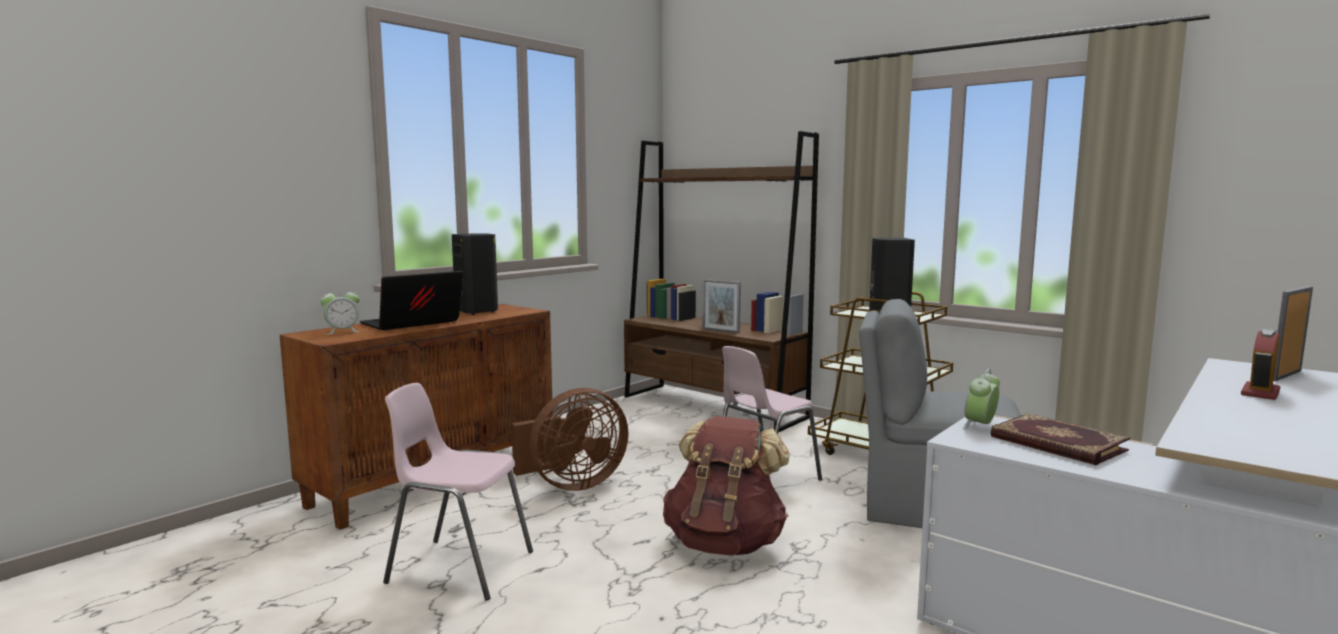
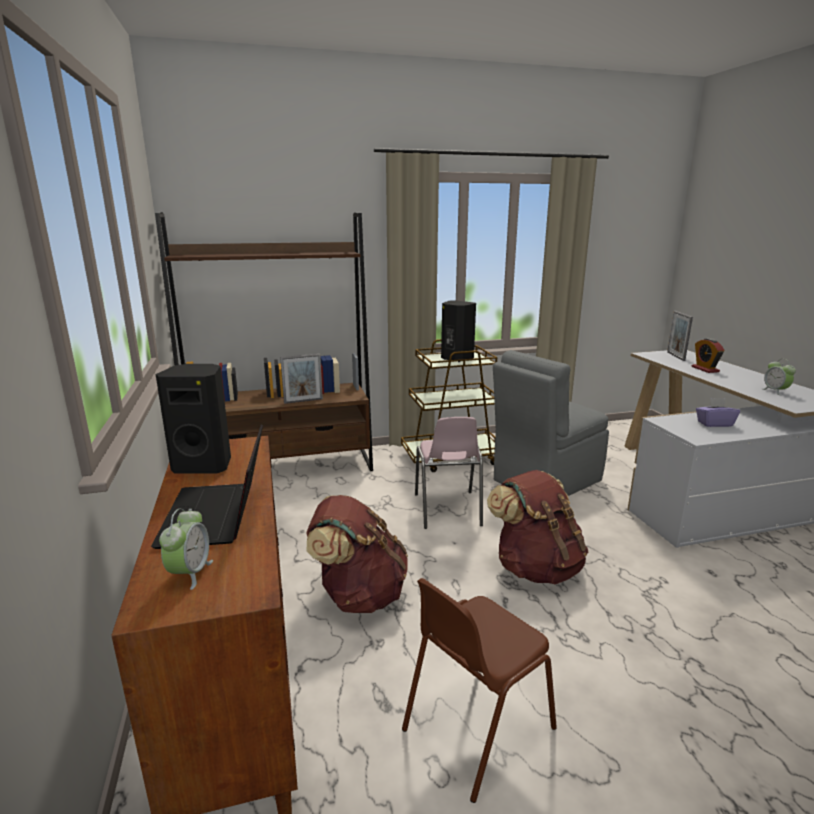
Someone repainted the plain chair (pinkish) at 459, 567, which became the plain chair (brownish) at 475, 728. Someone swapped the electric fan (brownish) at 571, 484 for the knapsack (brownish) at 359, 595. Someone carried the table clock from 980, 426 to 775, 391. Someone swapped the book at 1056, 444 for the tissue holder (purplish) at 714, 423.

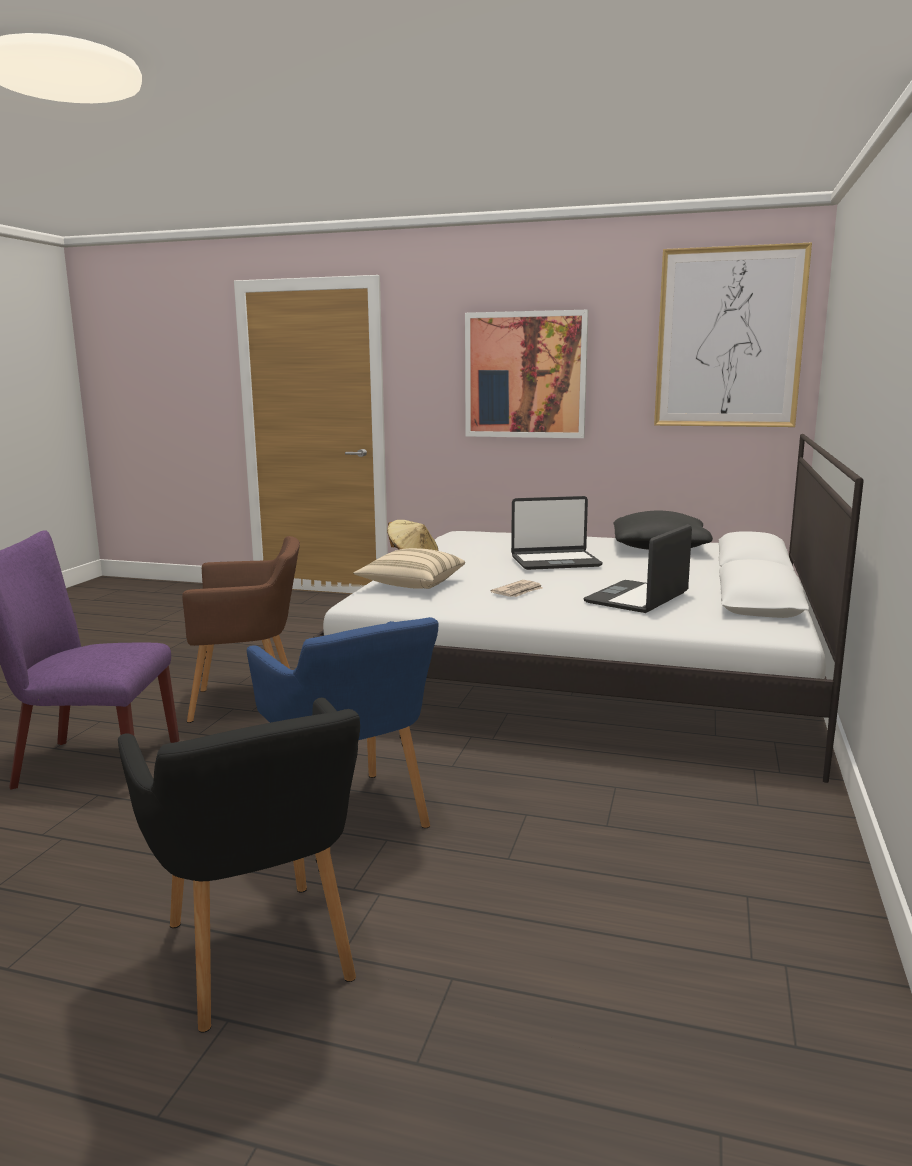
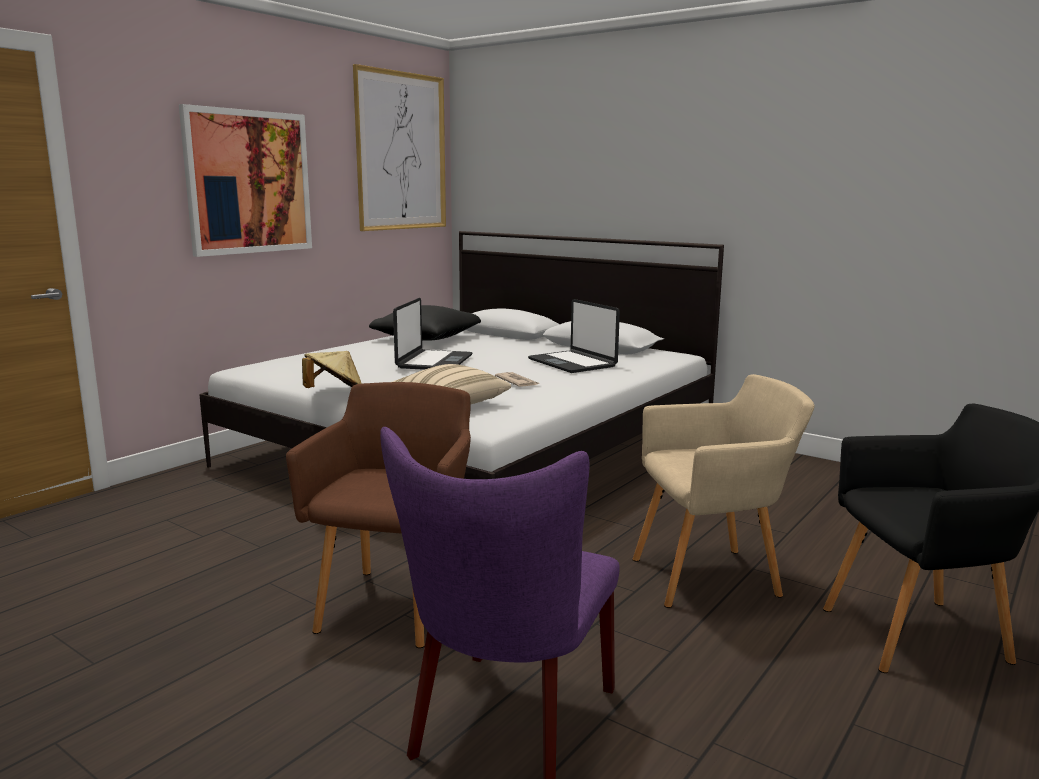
Someone repainted the armchair (bluish) at 353, 817, which became the armchair (sand-coloured) at 712, 576.

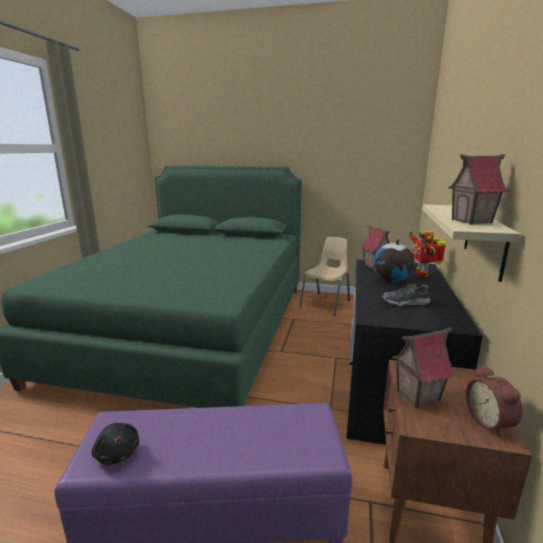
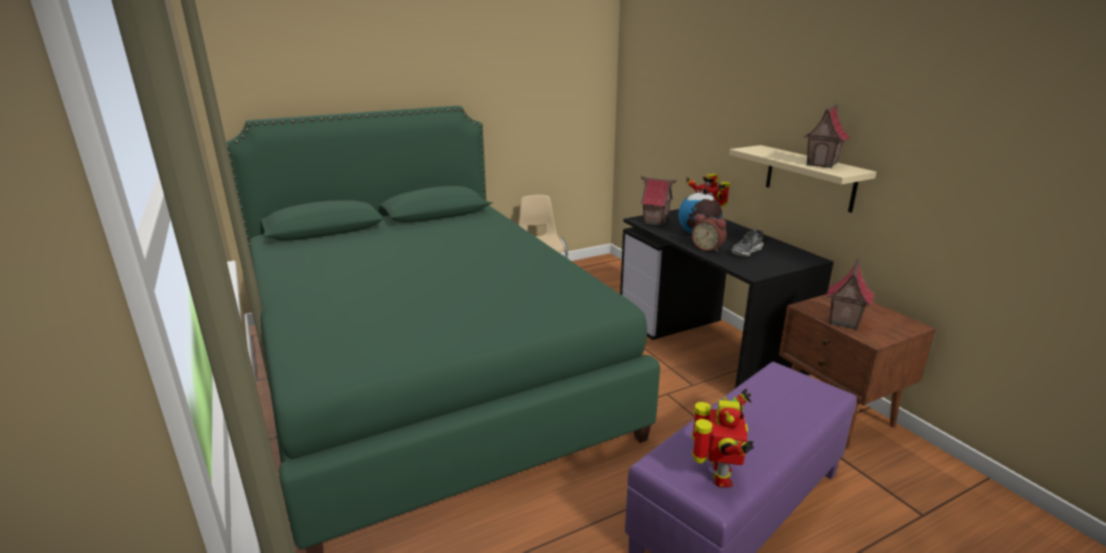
Someone swapped the plush toy (blackish) at 117, 453 for the model robot at 719, 476. Someone carried the table clock from 491, 421 to 708, 248.

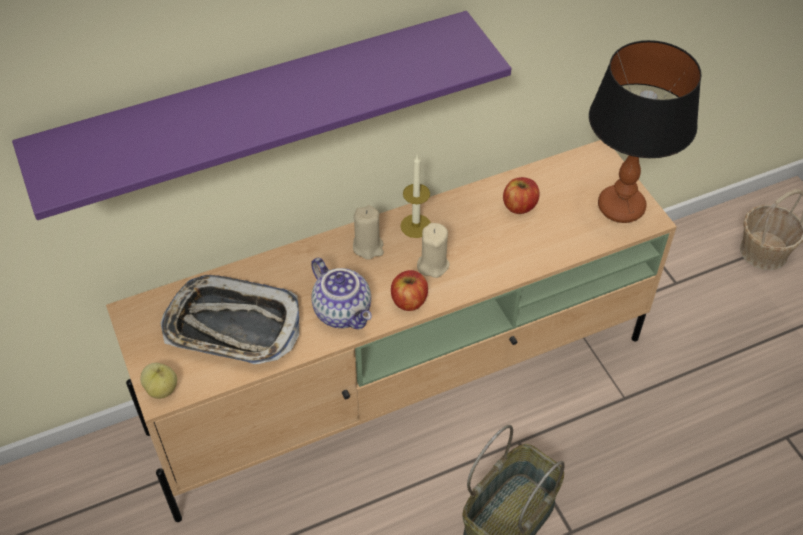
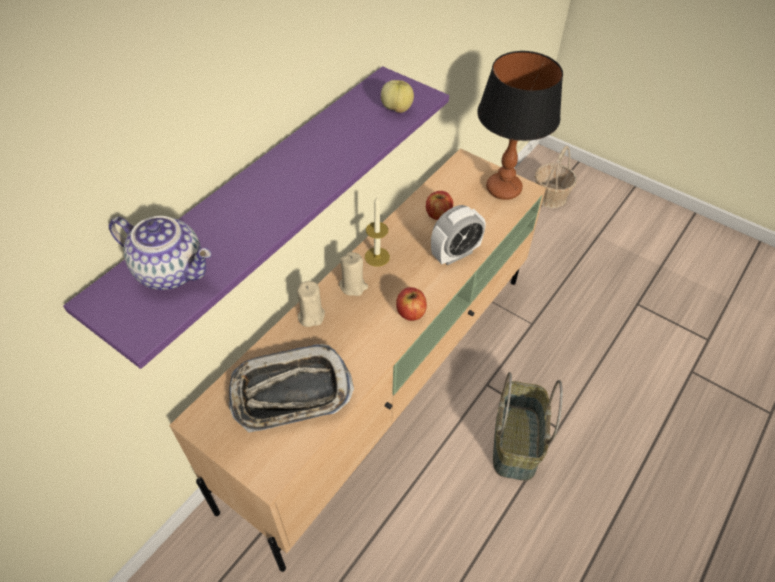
Someone carried the apple from 162, 389 to 397, 109. Someone carried the teapot from 344, 311 to 172, 270. Someone carried the wax candle (sand-coloured) from 433, 265 to 311, 316. Someone put down the table clock at 455, 254.

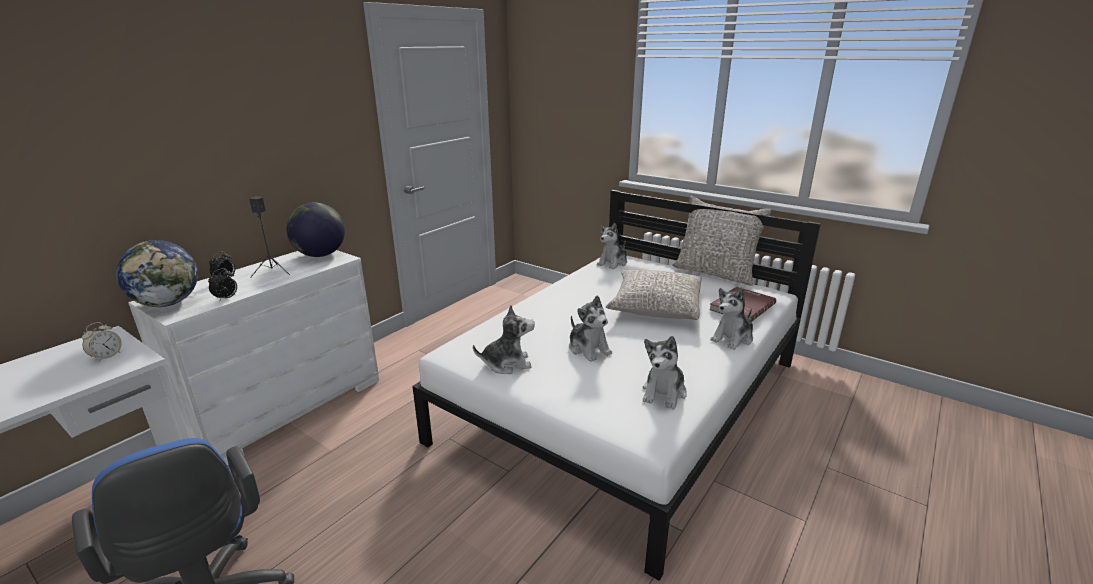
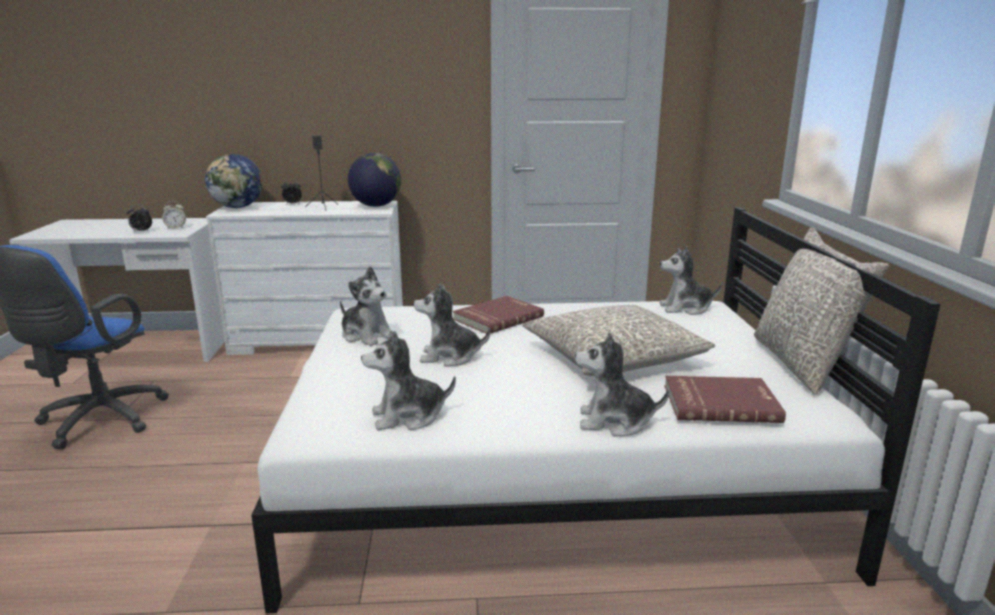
Someone carried the table clock from 226, 298 to 141, 232. Someone rotated the plush toy at 588, 349 by 75 degrees clockwise. Someone put down the book (reddish) at 497, 317.

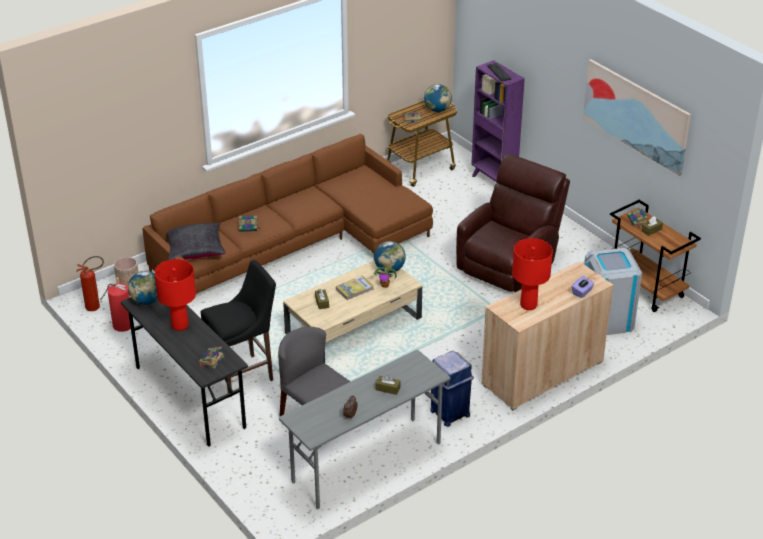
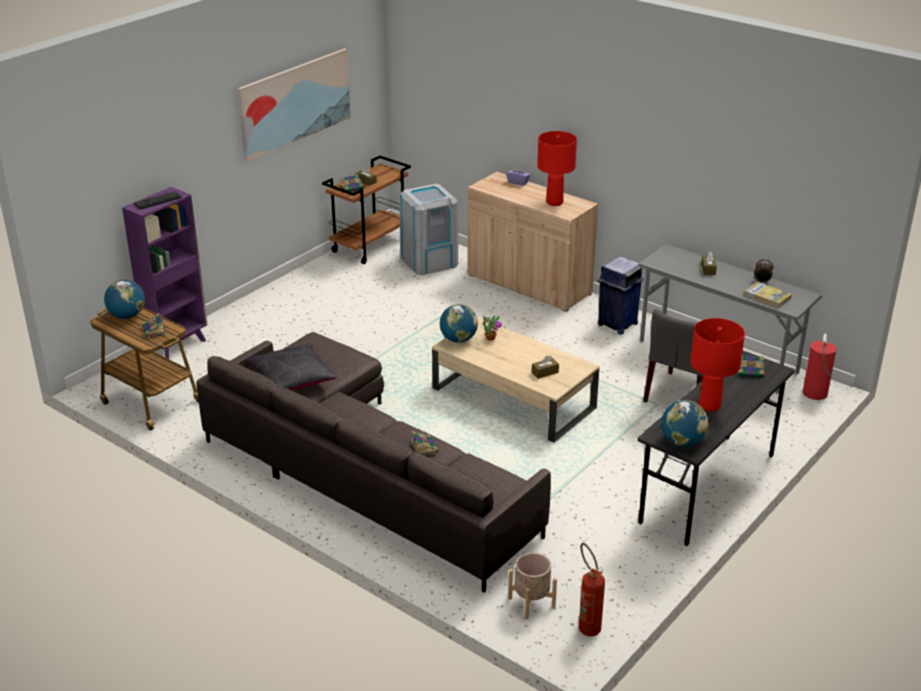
Someone carried the fire-fighting cylinder from 122, 324 to 815, 393. Someone repainted the couch (brownish) at 296, 243, which became the couch (grey) at 361, 471. Someone carried the throw pillow (blackish) from 195, 249 to 292, 379. Someone took away the stool seat (blackish) at 244, 374. Someone carried the book from 354, 289 to 767, 297. Someone took away the armchair (brownish) at 509, 265.

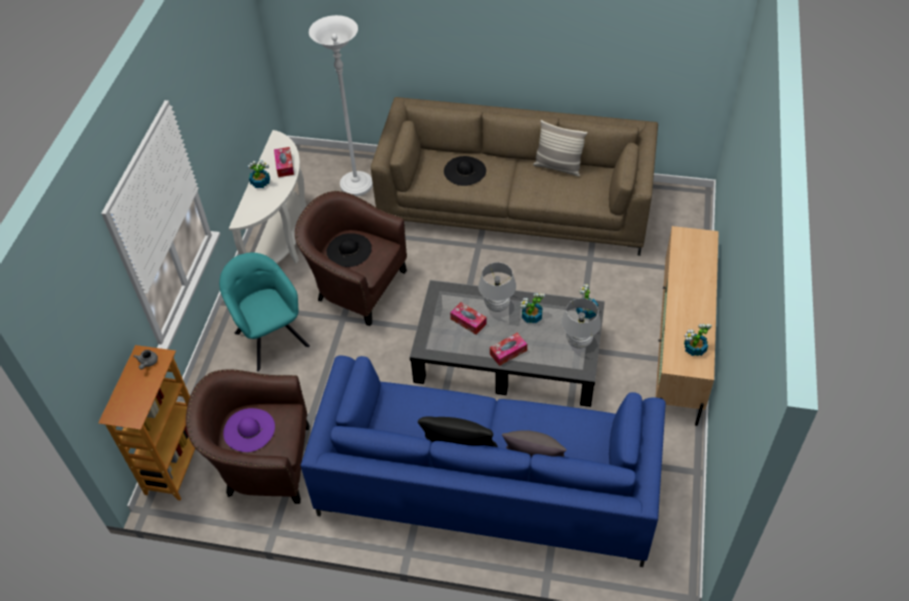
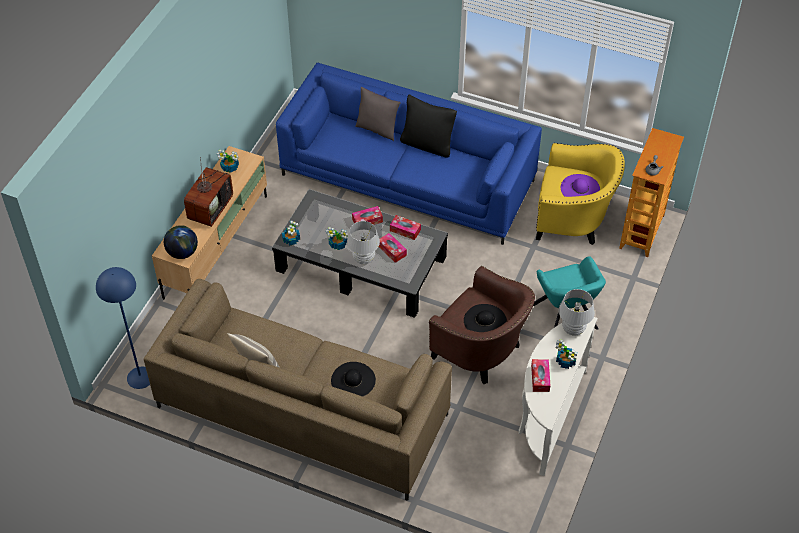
Someone repainted the armchair (brownish) at 262, 464, which became the armchair (yellow-coloured) at 573, 220. Someone took away the floor lamp (white-coloured) at 356, 185. Someone carried the tabletop lamp (white-coloured) from 578, 342 to 573, 329. Someone put down the floor lamp (bluish) at 140, 377. Someone put down the world globe at 182, 252. Someone put down the TV at 210, 207. Someone put down the tissue holder at 405, 230.

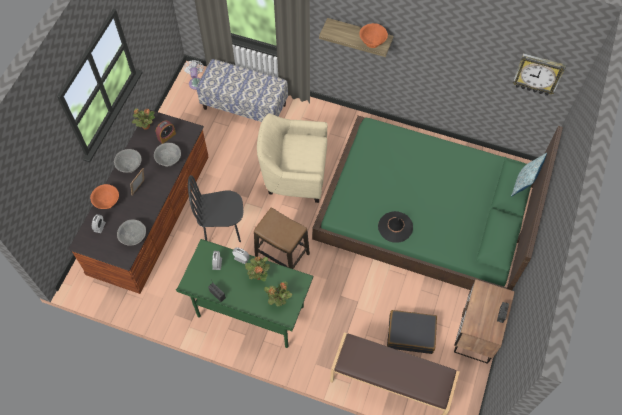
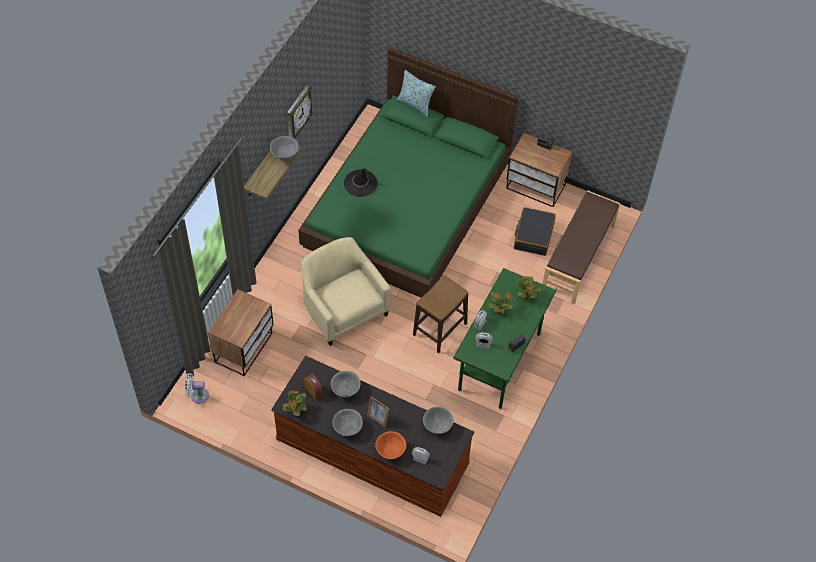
Someone took away the plain chair (blackish) at 222, 229. Someone swapped the bench at 245, 106 for the nightstand at 245, 347. Someone rotated the armchair (sand-coloured) at 294, 173 by 135 degrees clockwise. Someone repainted the bowl (orangey) at 372, 42, which became the bowl (grey) at 284, 155. Someone carried the hat (blackish) from 395, 227 to 360, 183. Someone carried the clock on the wall from 538, 74 to 297, 113.

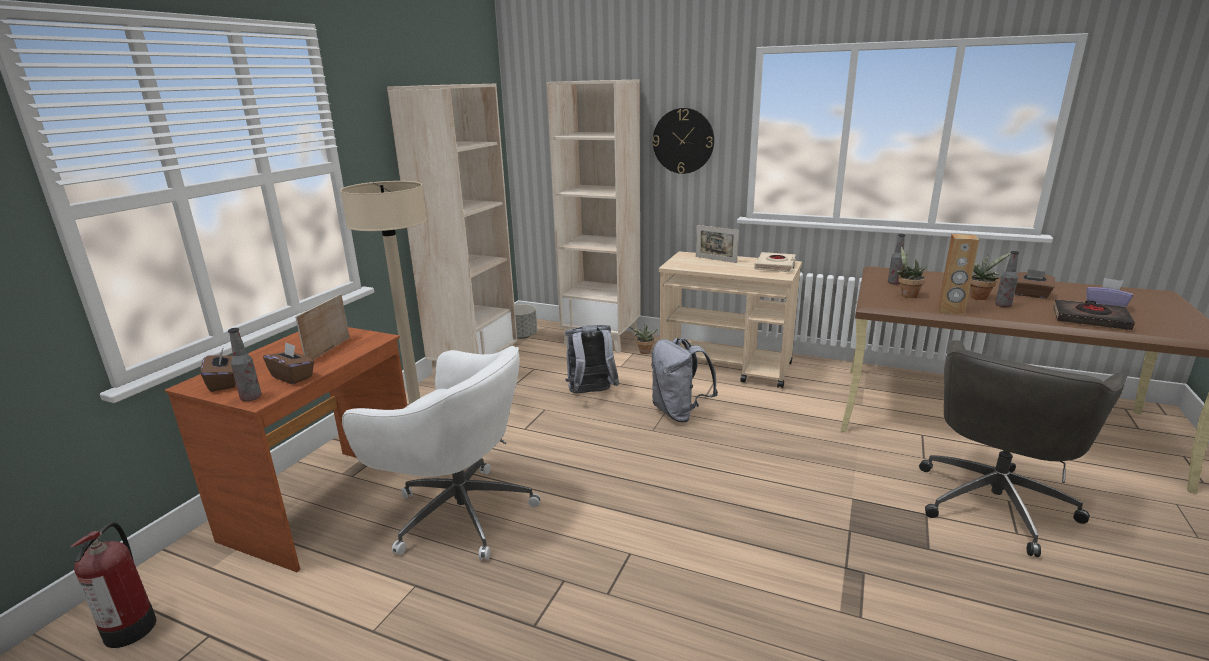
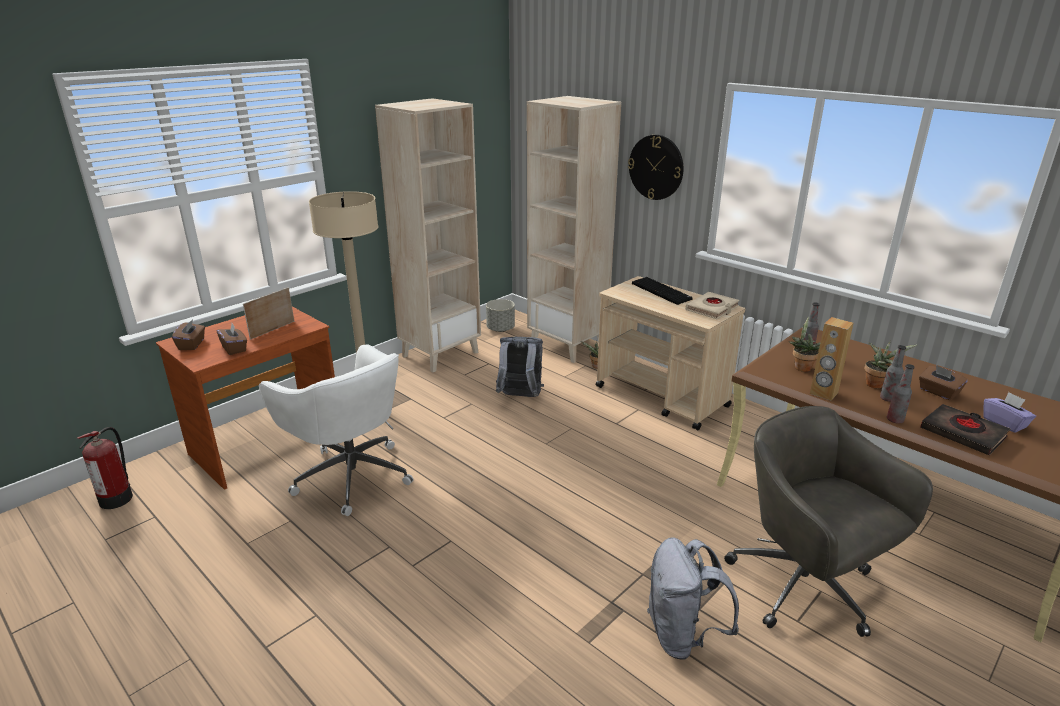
Someone carried the drink bottle from 251, 398 to 894, 420. Someone carried the knapsack (grey) from 679, 413 to 682, 635. Someone swapped the photo frame at 716, 259 for the keyboard at 662, 291. Someone rotated the office chair (grey) at 994, 501 by 90 degrees clockwise.

